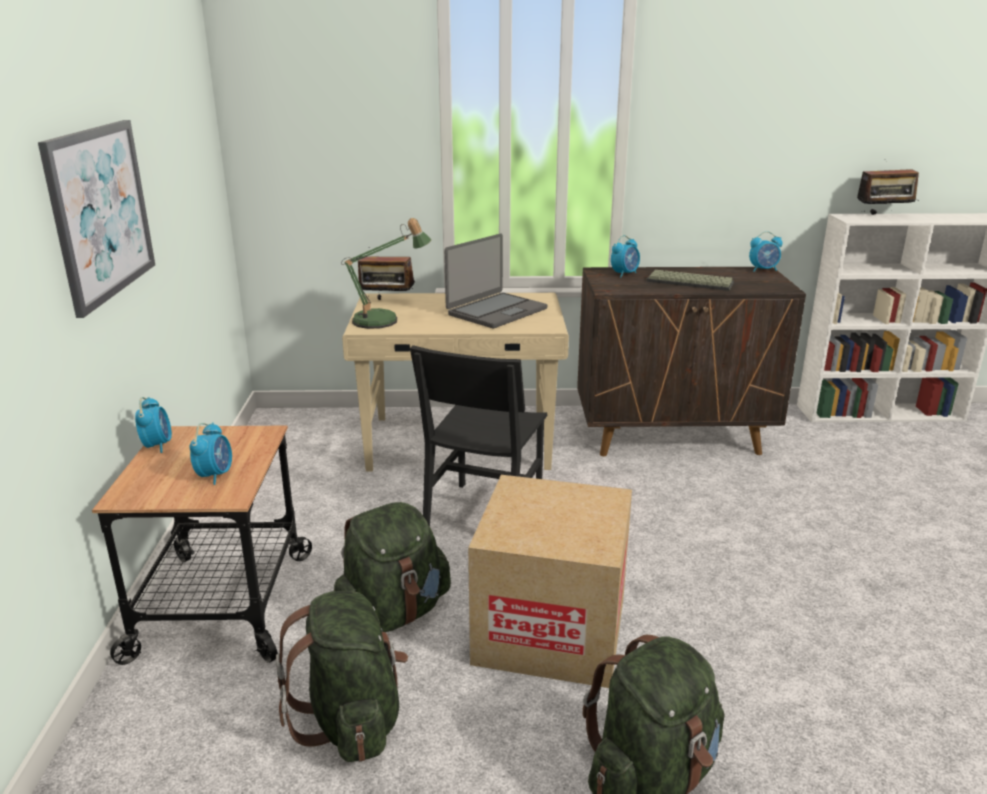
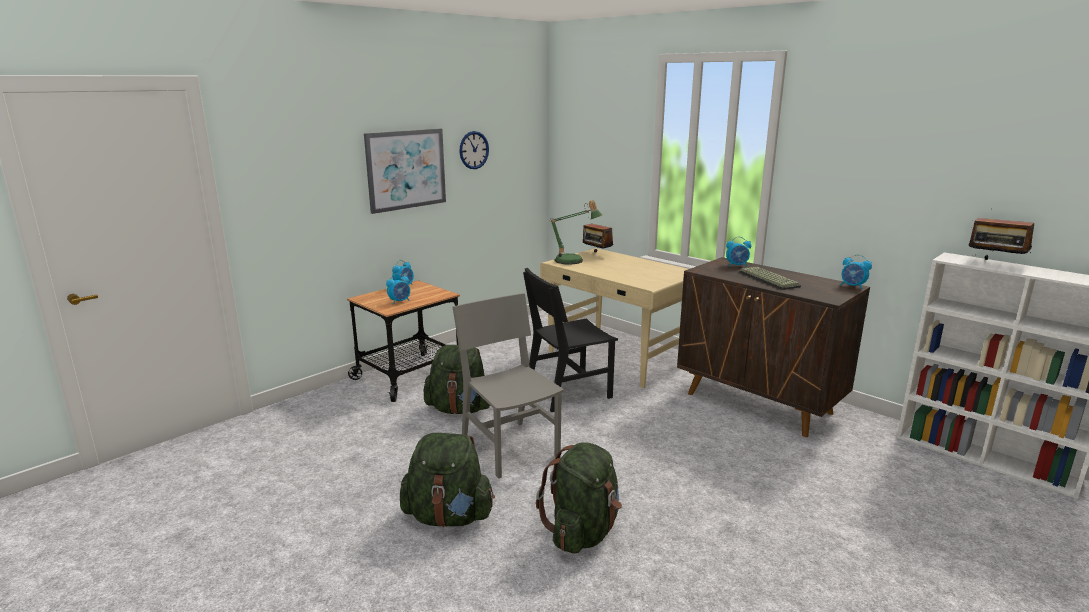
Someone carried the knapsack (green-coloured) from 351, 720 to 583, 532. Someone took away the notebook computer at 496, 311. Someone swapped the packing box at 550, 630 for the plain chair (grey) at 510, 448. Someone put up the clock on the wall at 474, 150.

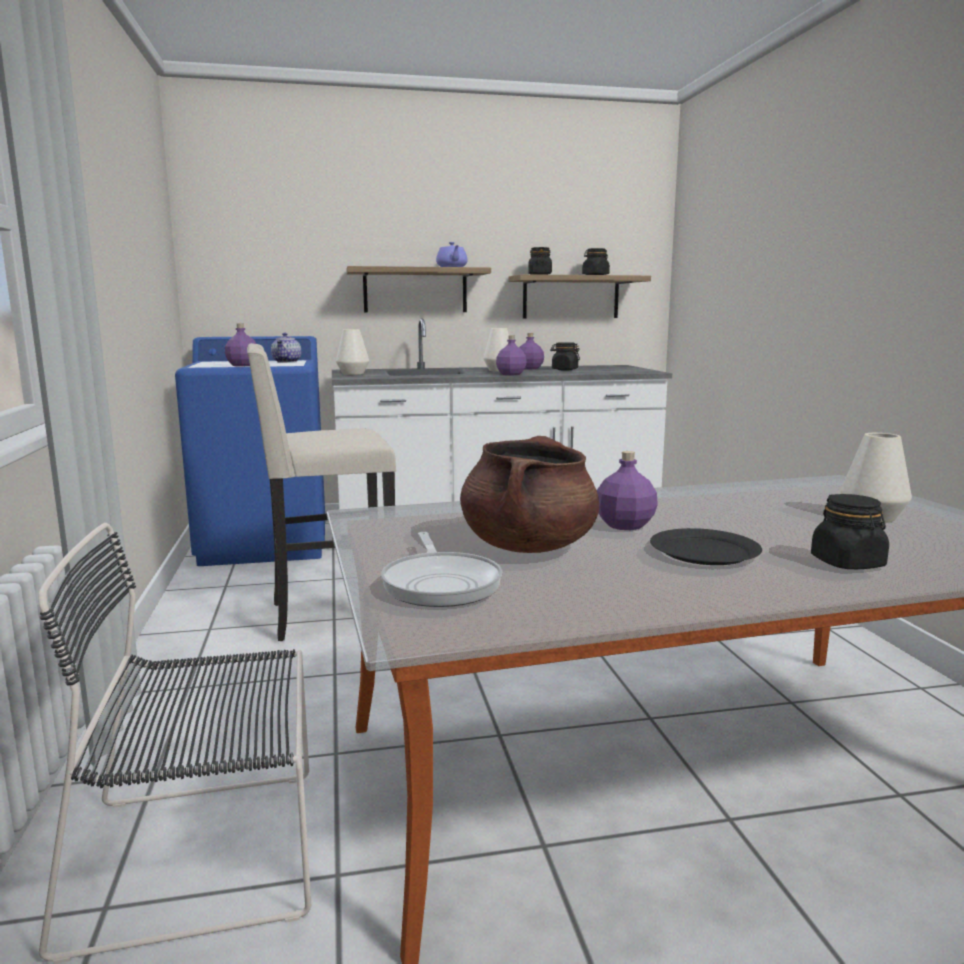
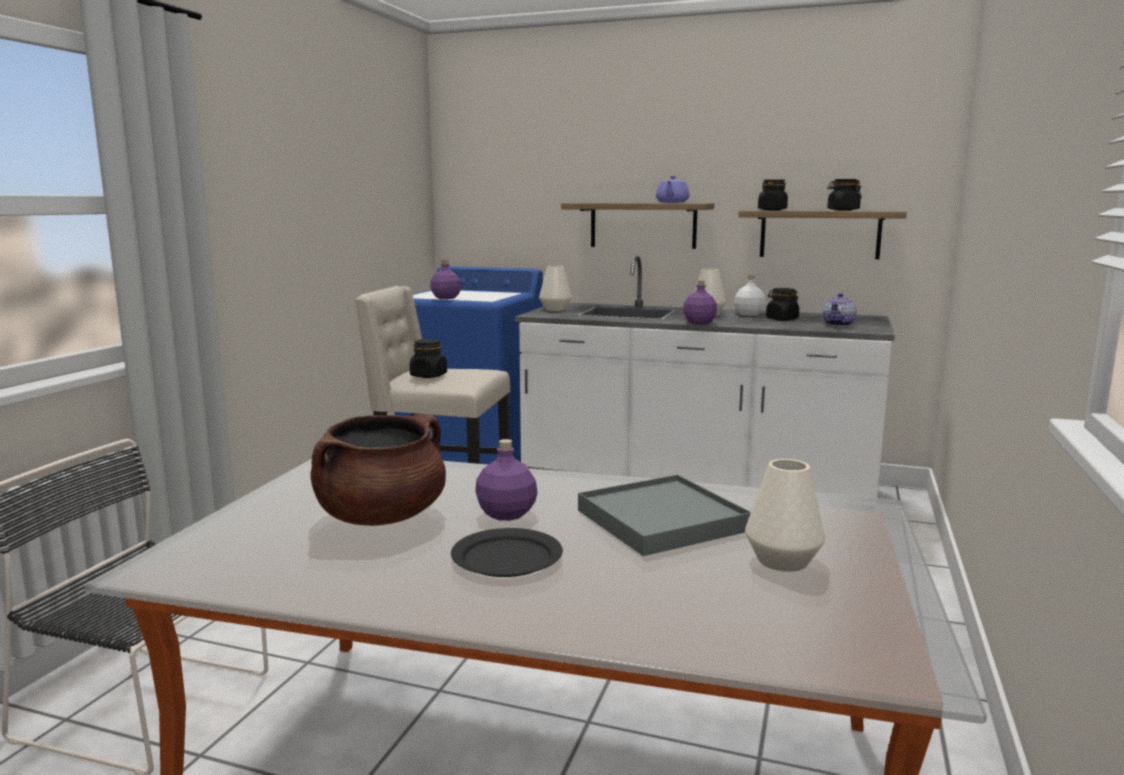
Someone carried the teapot from 287, 362 to 839, 325. Someone took away the skillet at 441, 583. Someone repainted the drink bottle (purplish) at 530, 368, which became the drink bottle (white-coloured) at 749, 314. Someone carried the preserve jar (blackish) from 848, 563 to 428, 376. Someone put down the carrying tray (grey) at 662, 520.

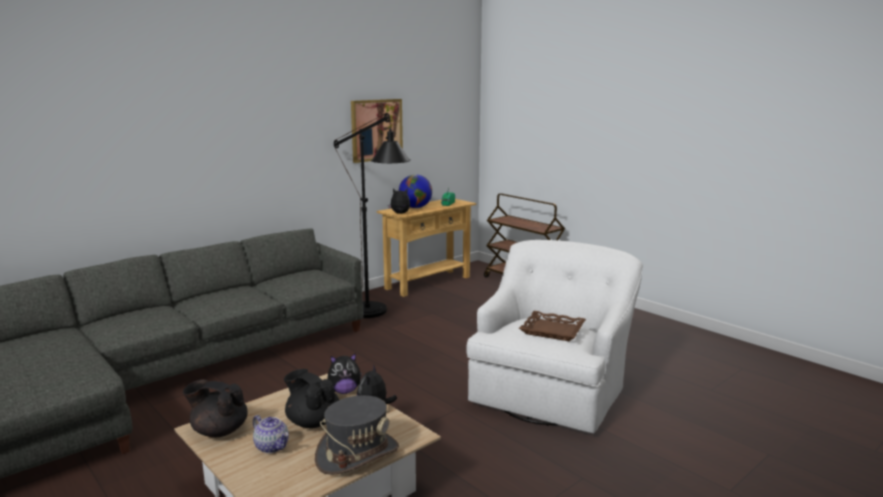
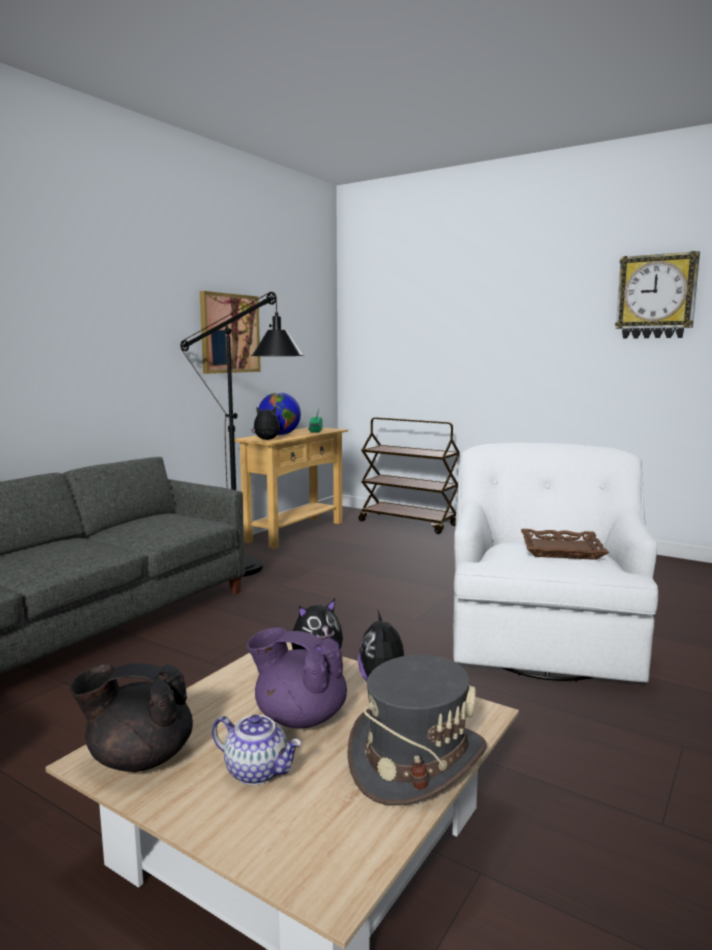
Someone repainted the teapot (blackish) at 312, 422, which became the teapot (purplish) at 299, 717. Someone put up the clock on the wall at 656, 297.

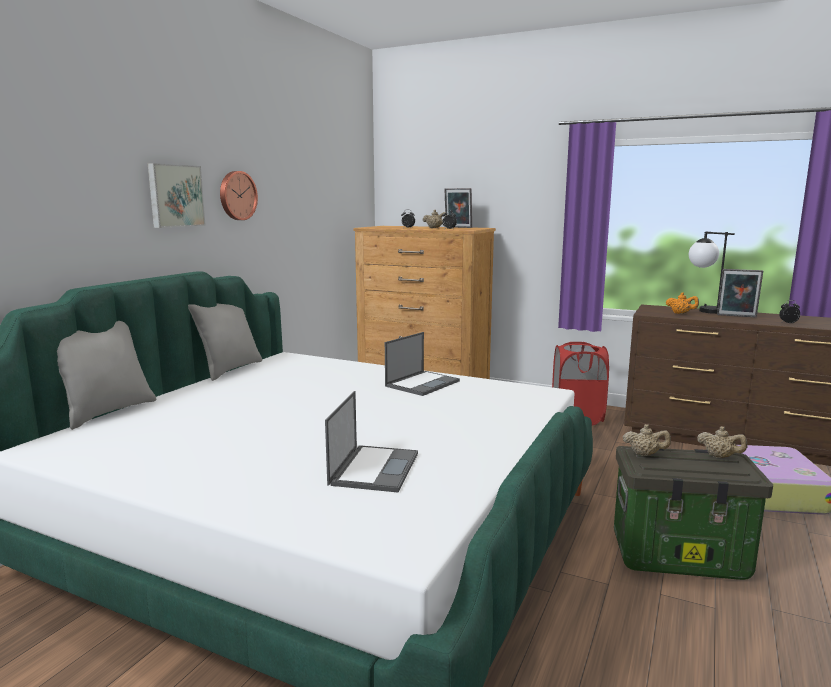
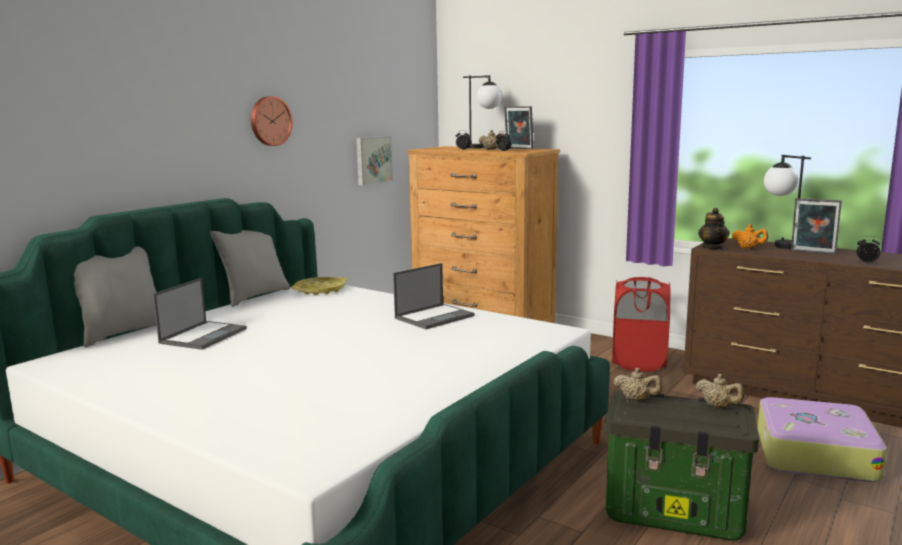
Someone carried the wall art from 175, 196 to 372, 160. Someone carried the notebook computer from 374, 468 to 204, 335. Someone put down the carrying tray (yellow-coloured) at 320, 290. Someone put down the tabletop lamp at 484, 147. Someone put down the teapot at 712, 247.

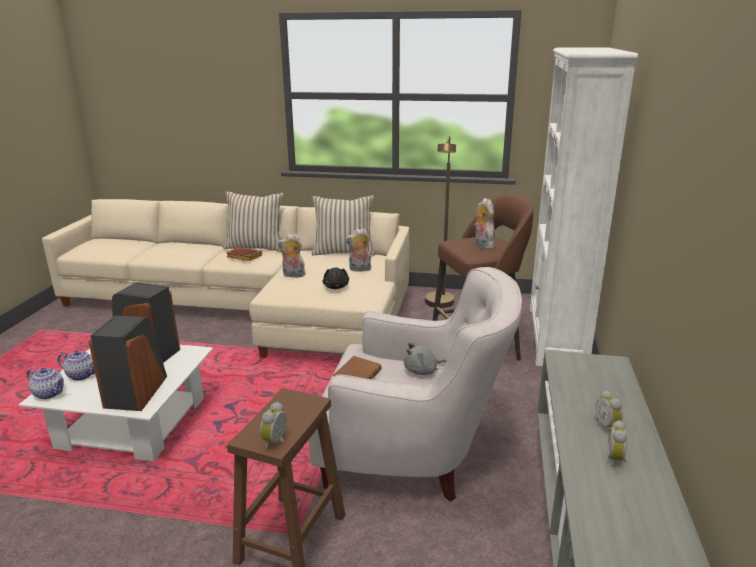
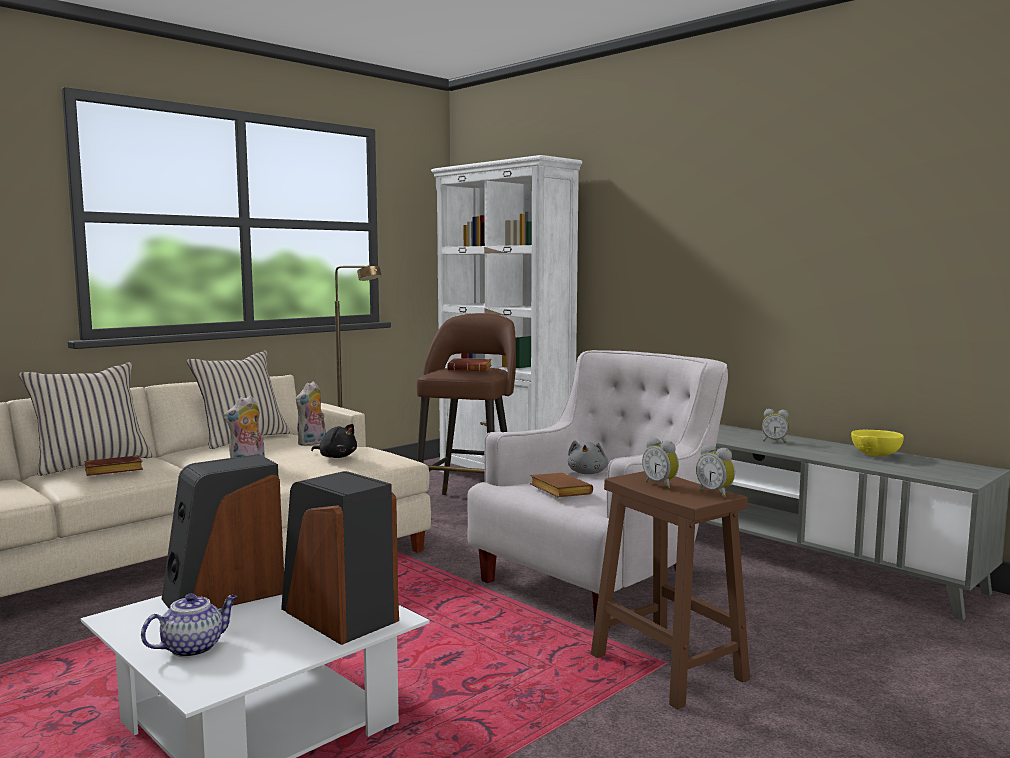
Someone took away the teapot at 50, 393. Someone swapped the plush toy at 482, 245 for the book (brownish) at 471, 369. Someone carried the table clock from 616, 460 to 661, 484. Someone put down the bowl (yellow-coloured) at 874, 455.

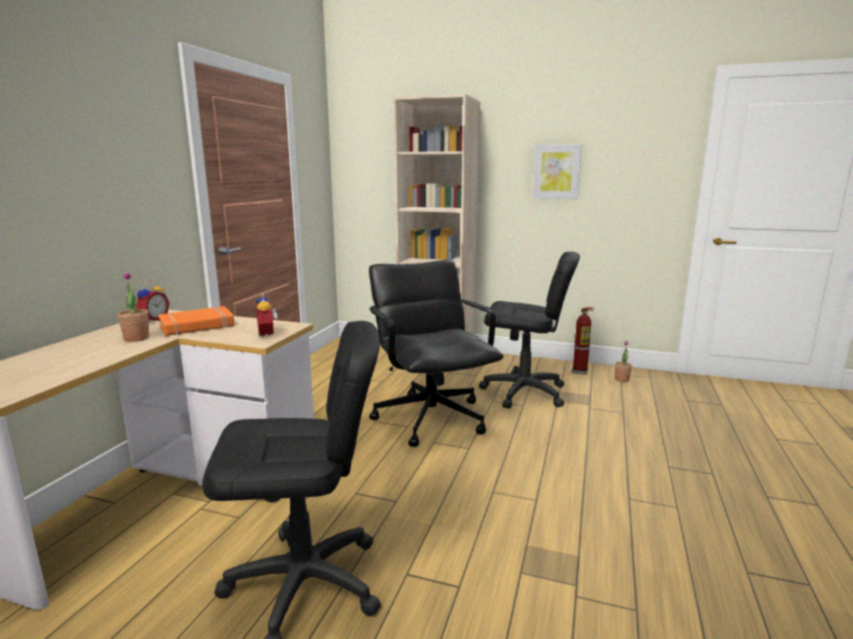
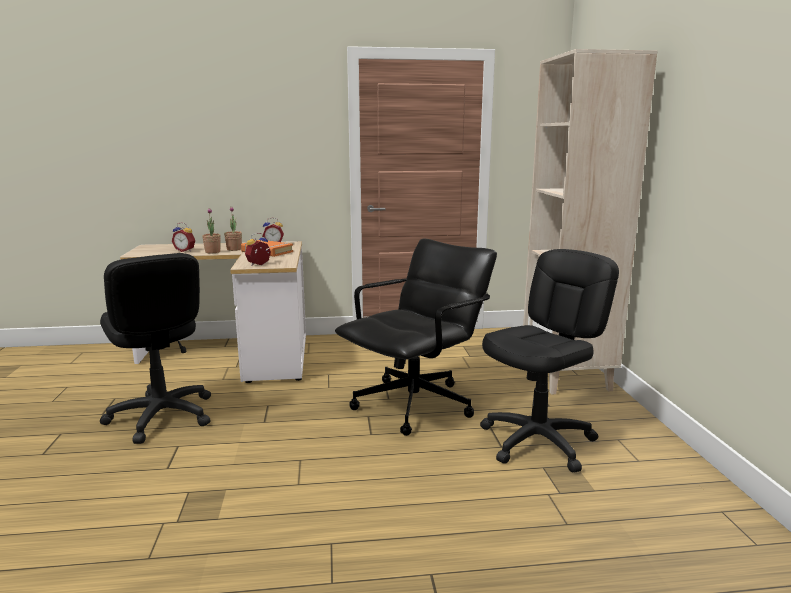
Someone rotated the office chair (blackish) at 524, 392 by 120 degrees counterclockwise. Someone took away the wall art at 556, 171. Someone took away the fire-fighting cylinder at 580, 371. Someone carried the houseplant from 621, 379 to 212, 252. Someone put down the table clock at 185, 250.

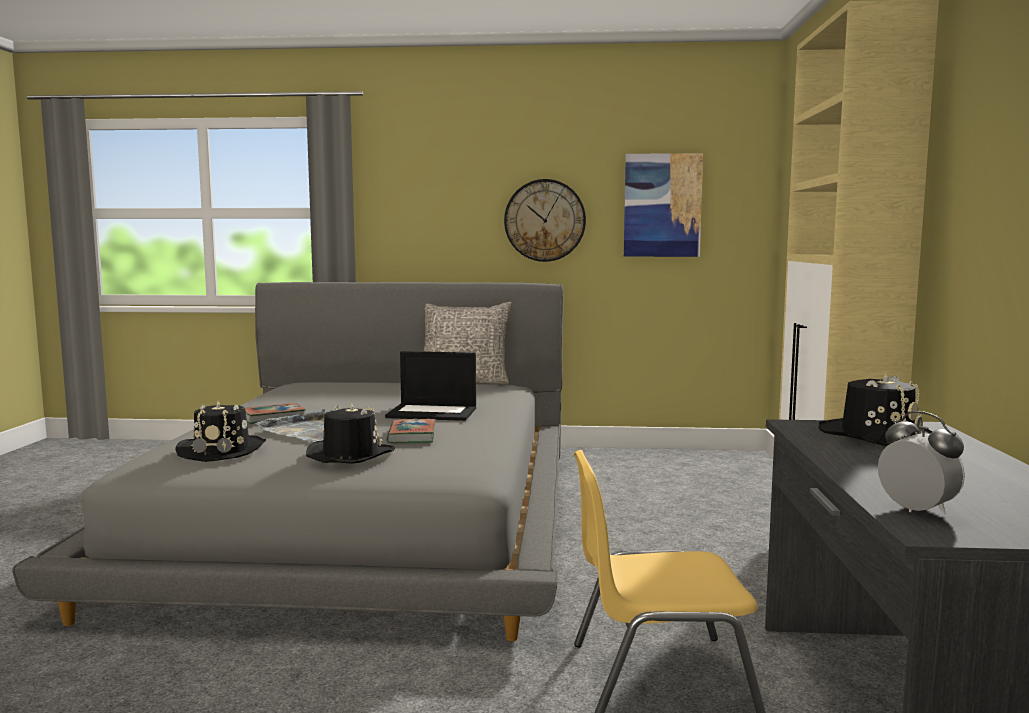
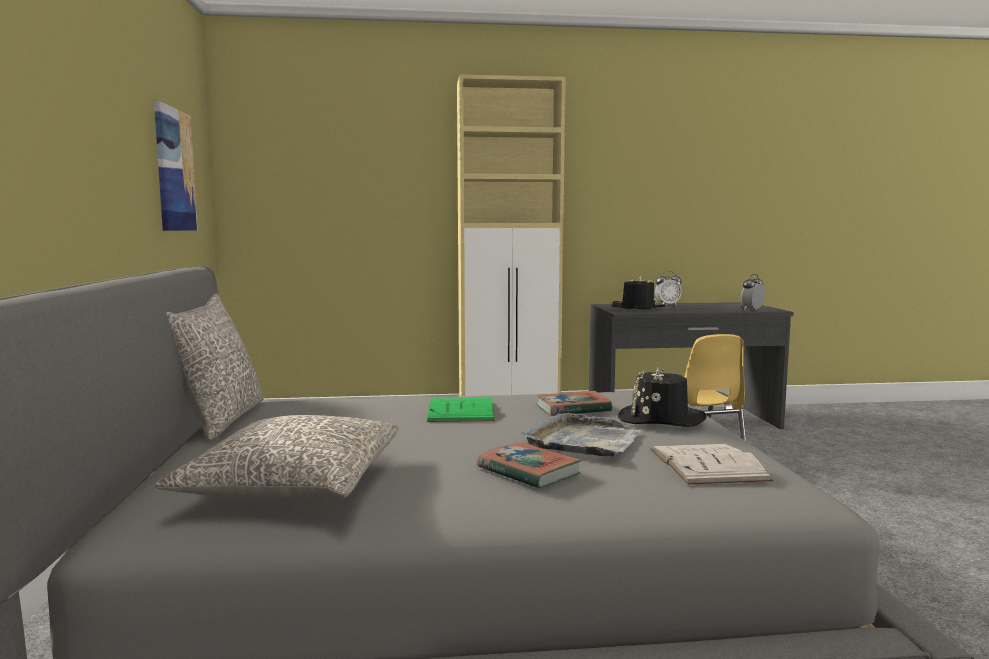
Someone swapped the hat (blackish) at 222, 450 for the book (white-coloured) at 707, 464. Someone swapped the notebook computer at 433, 412 for the book (green-coloured) at 461, 410. Someone took away the clock on the wall at 545, 220. Someone put down the throw pillow (grey) at 294, 484. Someone put down the table clock at 667, 305.

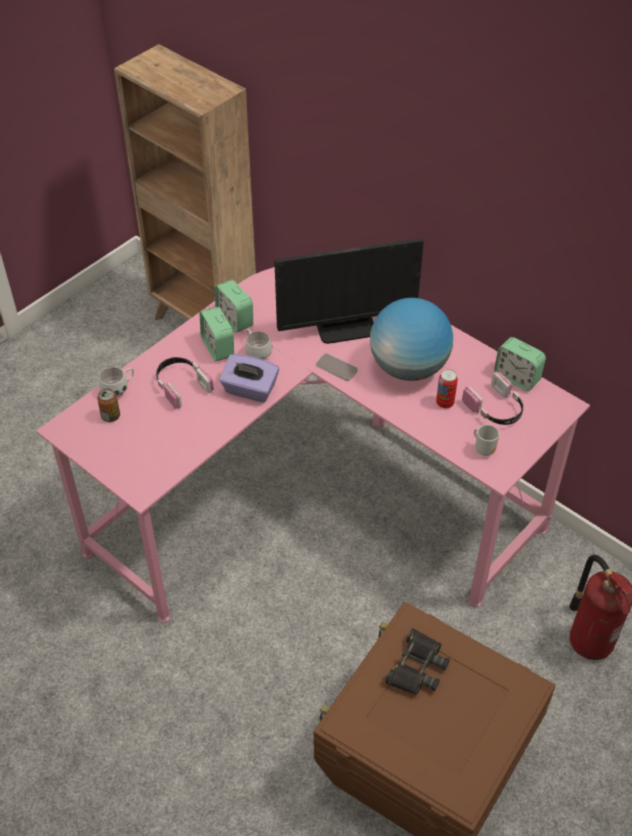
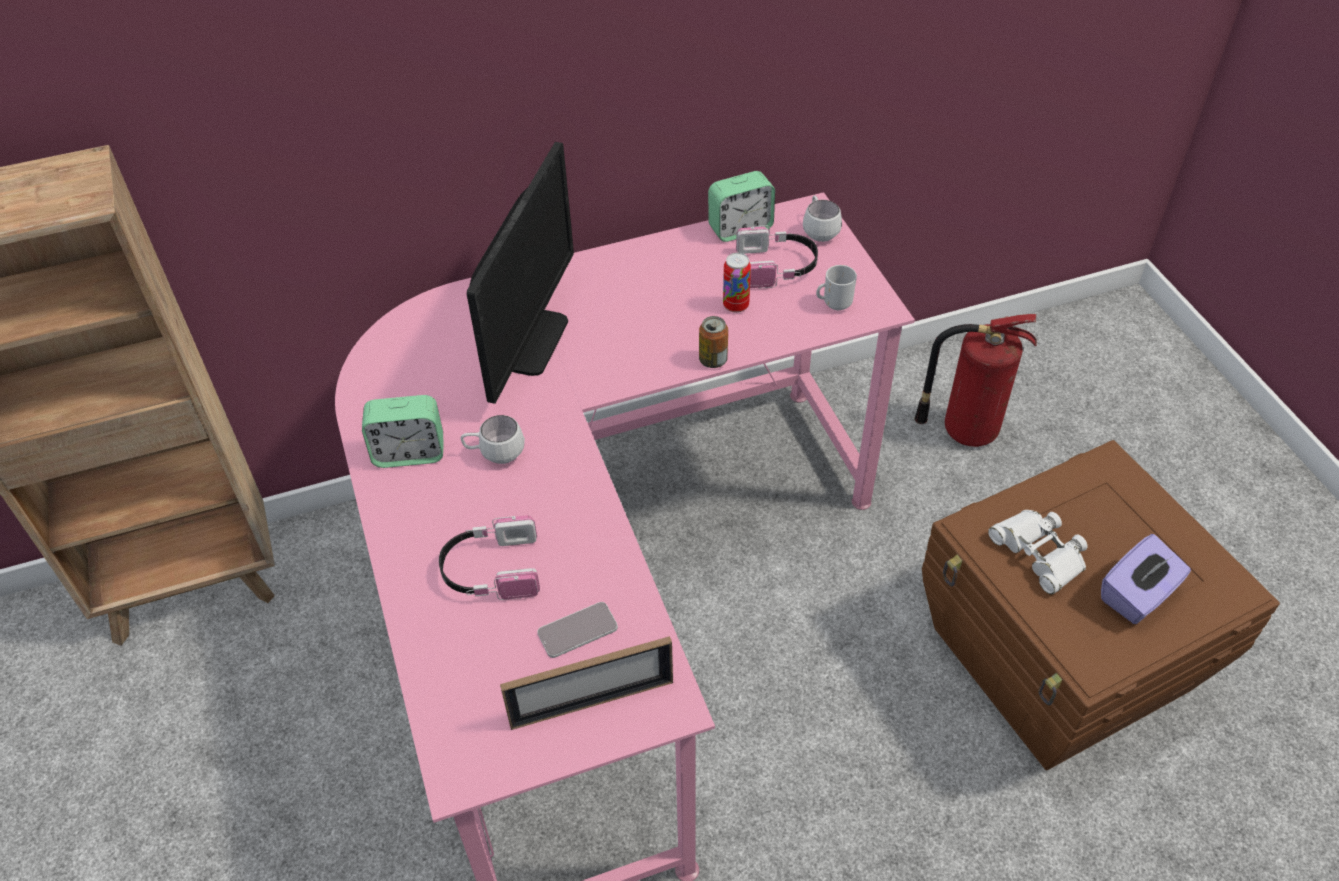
Someone carried the can from 111, 416 to 713, 360. Someone carried the mug (white-coloured) from 119, 389 to 819, 230. Someone took away the table clock at 218, 347. Someone carried the tissue holder (purplish) from 250, 390 to 1137, 595. Someone carried the telephone from 336, 367 to 577, 630. Someone took away the world globe at 409, 368. Someone repainted the field glasses (blackish) at 417, 667, which became the field glasses (white-coloured) at 1039, 553. Someone put down the photo frame at 592, 703.

